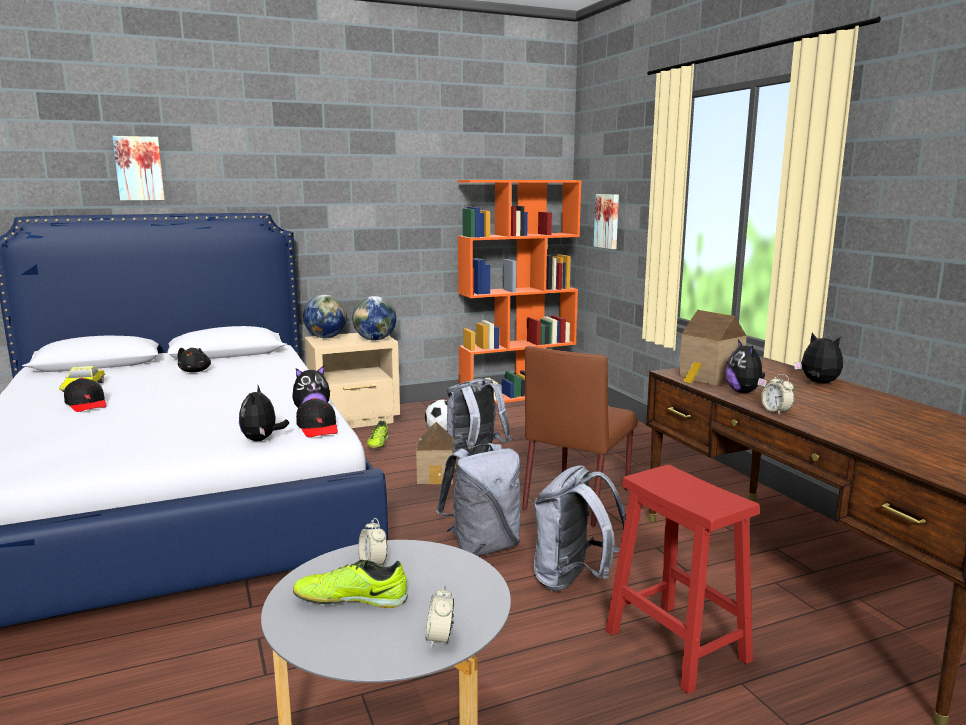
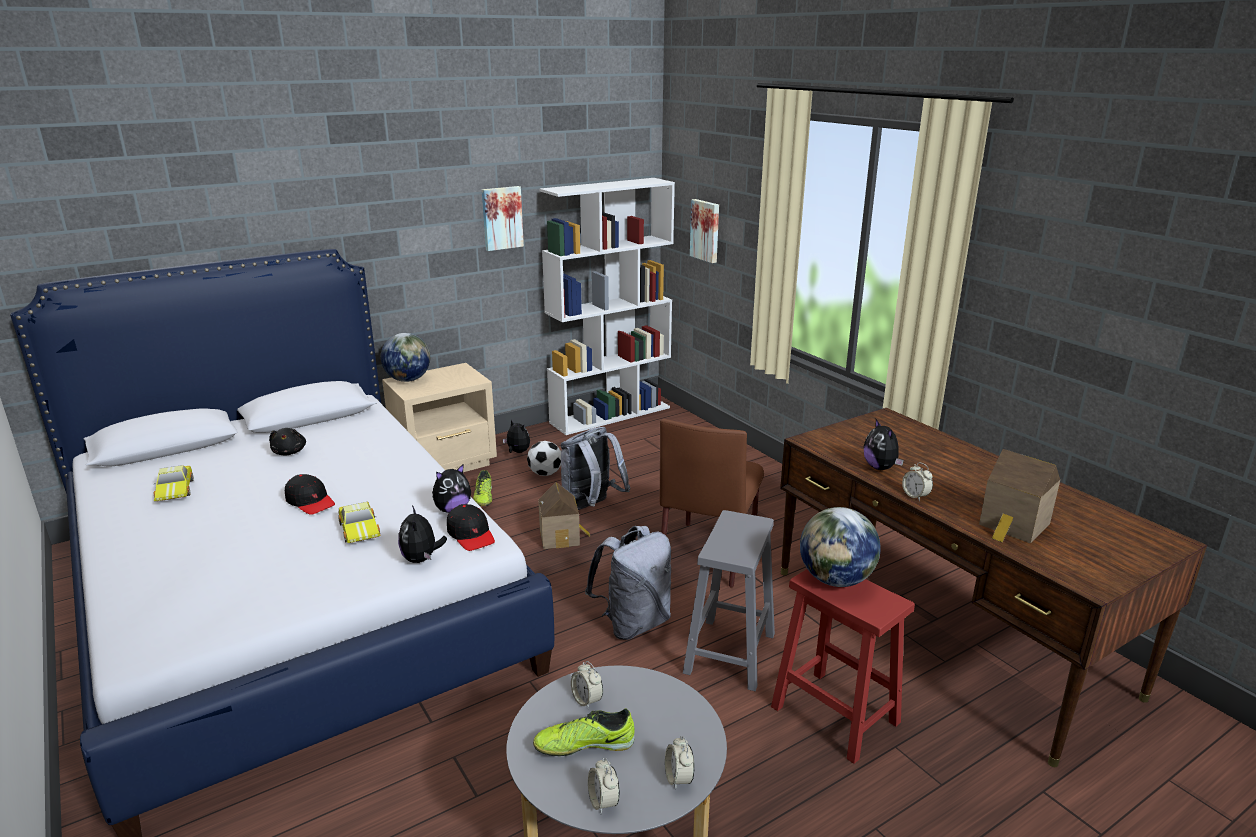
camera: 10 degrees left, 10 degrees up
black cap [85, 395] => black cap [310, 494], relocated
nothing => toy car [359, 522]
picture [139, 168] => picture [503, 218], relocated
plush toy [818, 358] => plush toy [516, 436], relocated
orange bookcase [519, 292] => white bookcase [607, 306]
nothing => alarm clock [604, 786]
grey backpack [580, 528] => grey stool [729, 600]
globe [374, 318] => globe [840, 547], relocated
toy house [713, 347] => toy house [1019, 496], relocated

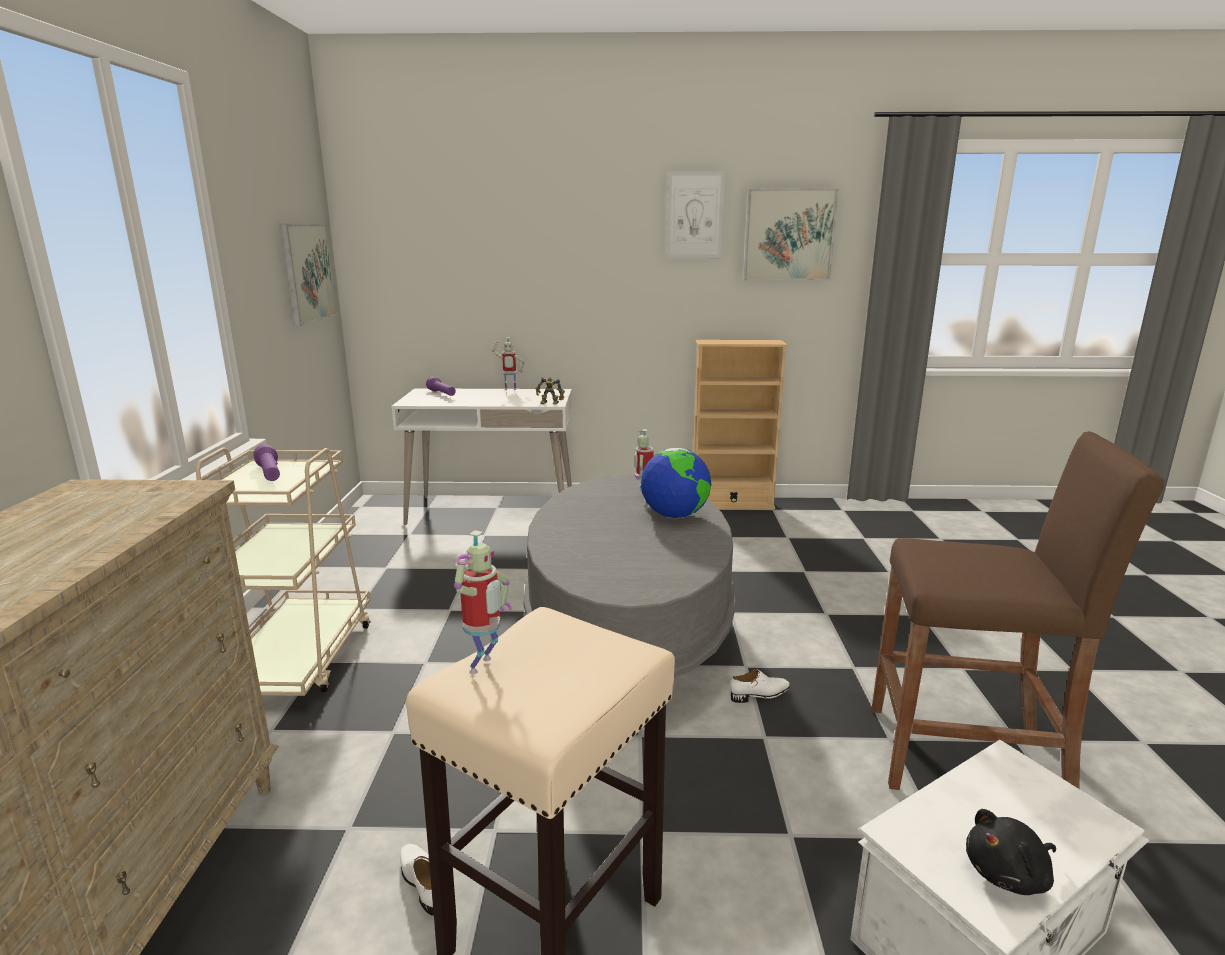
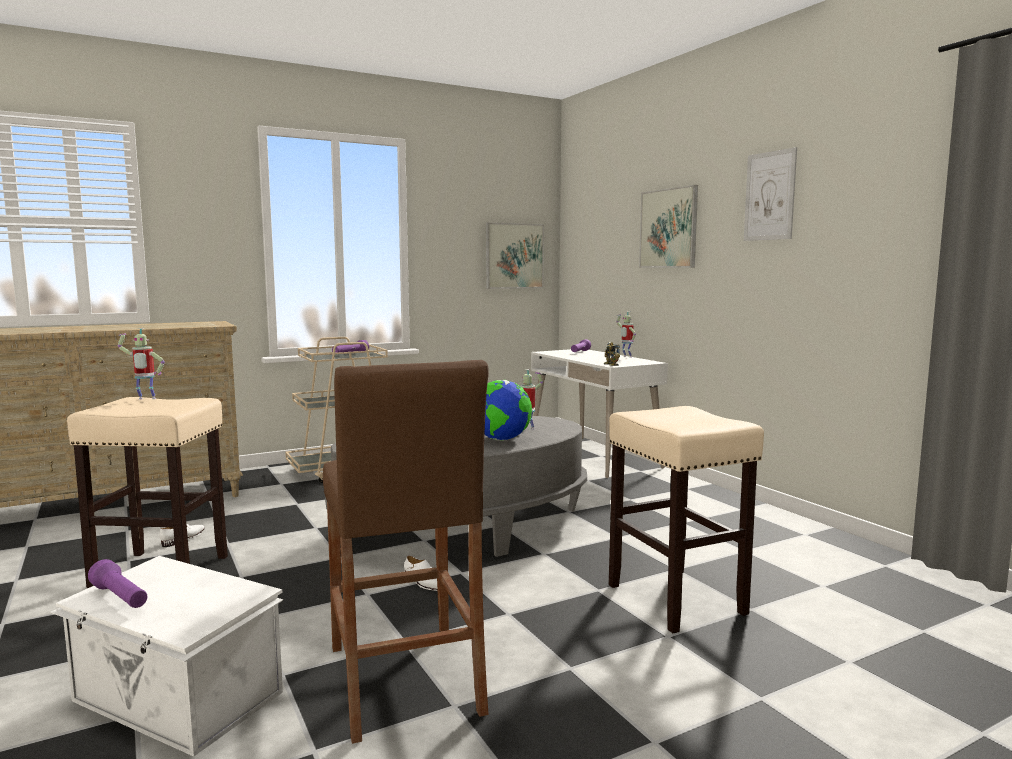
camera: 60 degrees right, 10 degrees down
black plush toy [1011, 852] => purple flashlight [117, 583]
nothing => beige stool [686, 519]
picture [791, 234] => picture [668, 226], relocated
beige bookcase [740, 425] => nothing

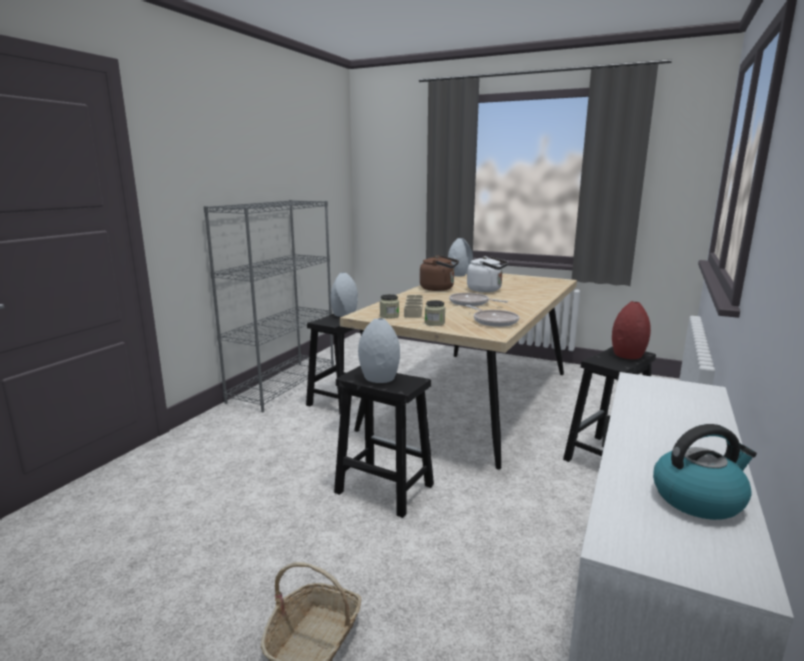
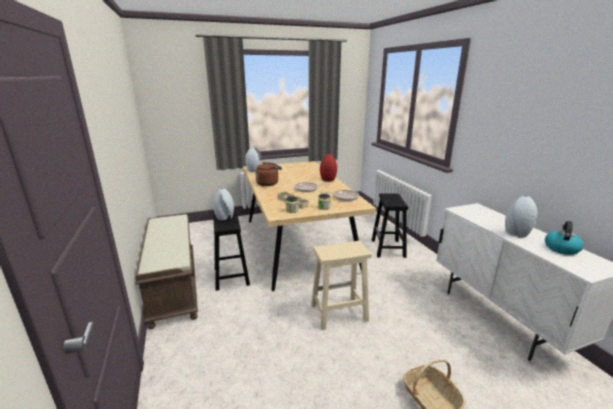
camera: 45 degrees left, 5 degrees up
grey bookcase [269, 306] => brown bench [166, 271]
black stool [384, 442] => beige stool [341, 285]
red vase [631, 330] => red vase [328, 167], relocated
grey vase [379, 350] => grey vase [521, 216], relocated
white kettle [487, 274] => nothing

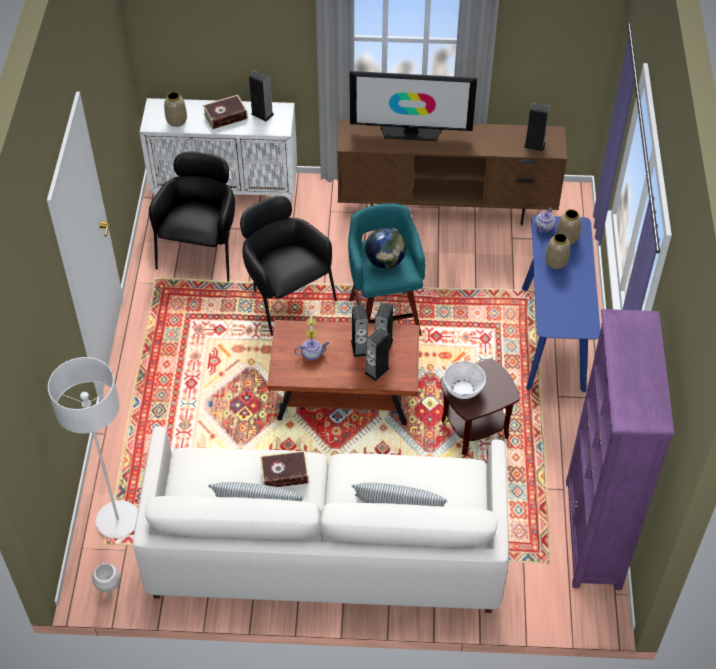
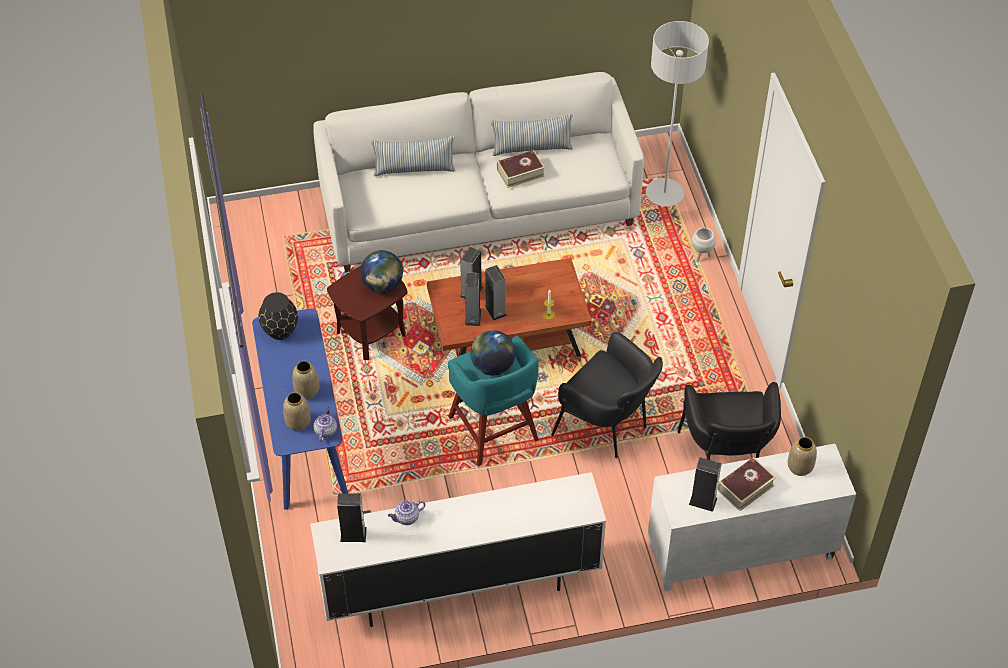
camera: 165 degrees right, 0 degrees up
nothing => black vase [278, 316]
brown tv stand [452, 172] => white tv stand [458, 549]
white bowl [464, 380] => globe [381, 271]
teapot [312, 349] => teapot [406, 512], relocated
white planter [106, 581] => white planter [704, 244], relocated
television [413, 106] => nothing
purple bookcase [620, 449] => nothing

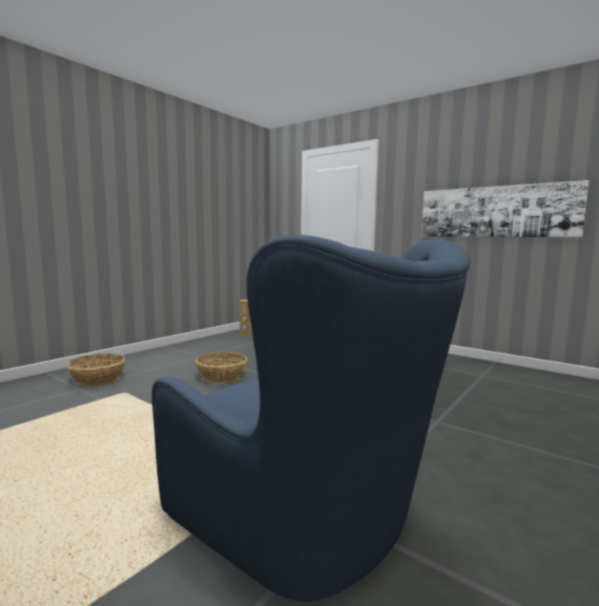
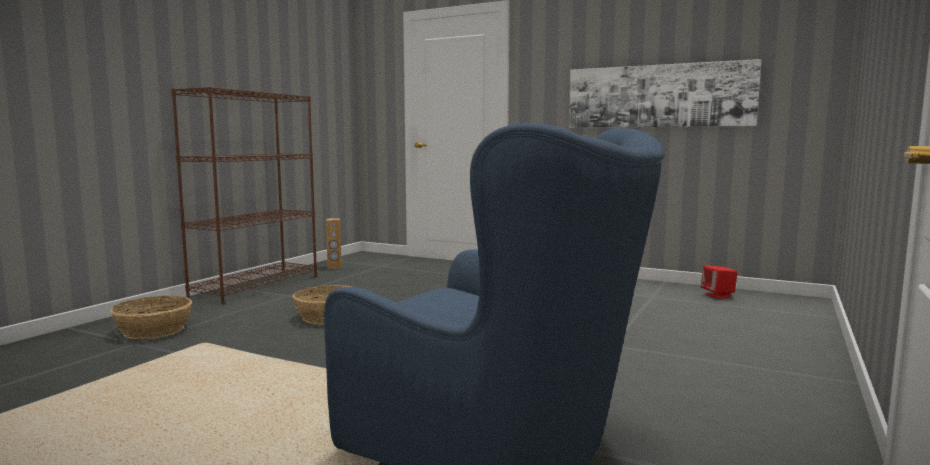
camera: 10 degrees left, 0 degrees up
nothing => brown bookcase [244, 195]
nothing => red speaker [719, 282]

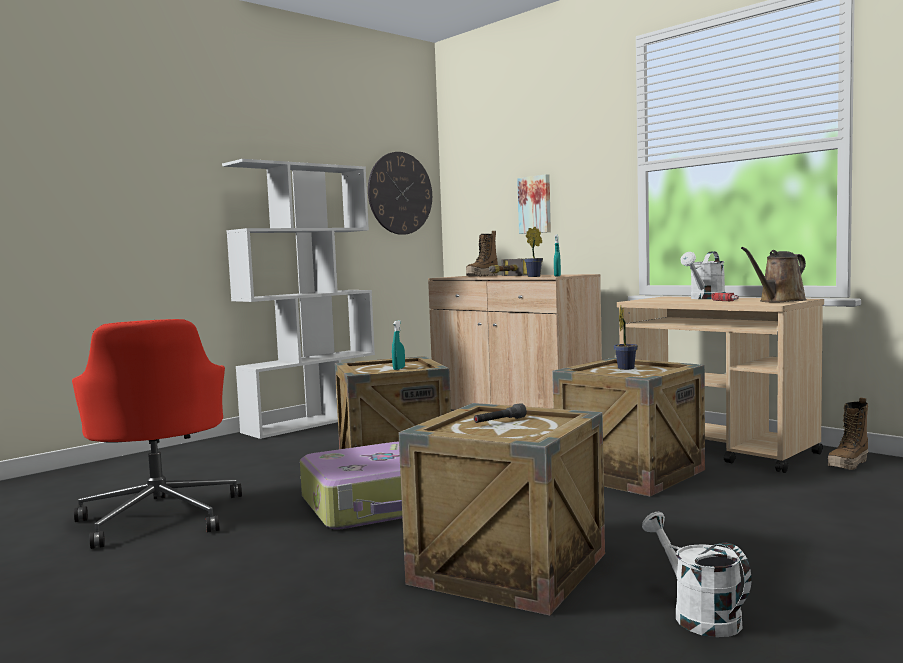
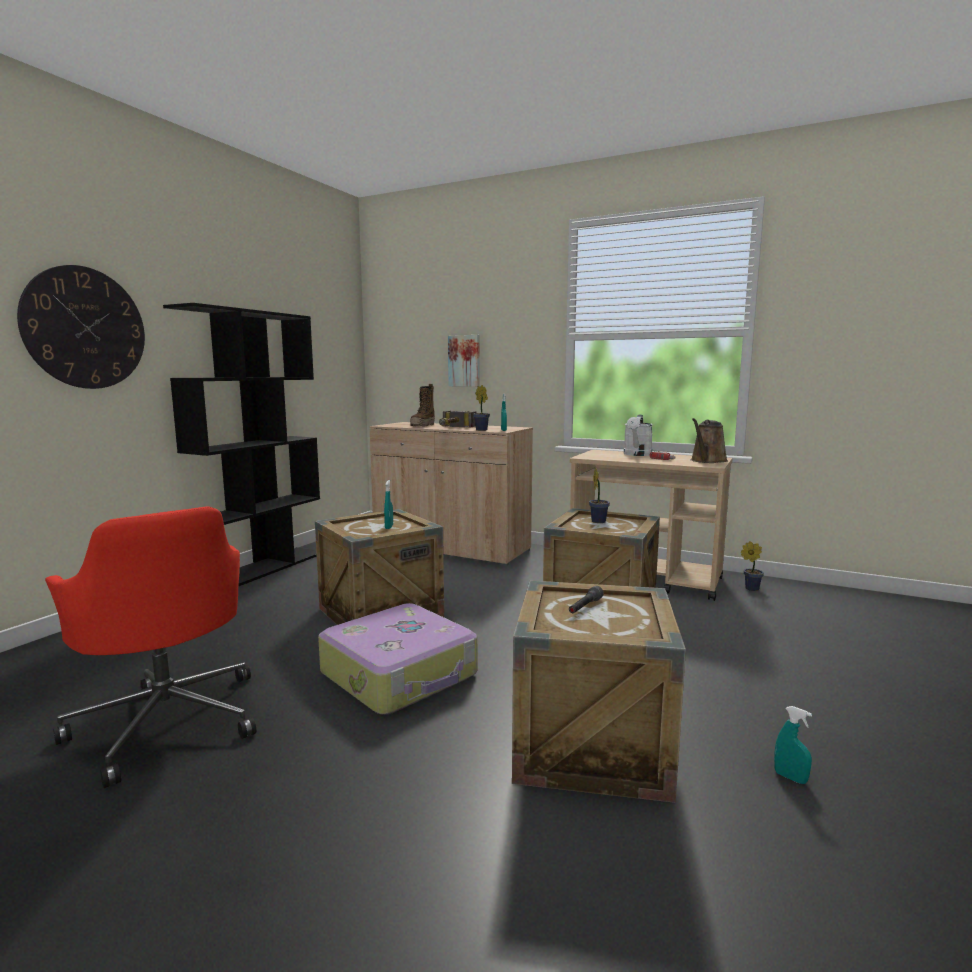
camera: 20 degrees left, 5 degrees up
wall clock [400, 193] => wall clock [81, 327], relocated
white bookcase [298, 299] => black bookcase [241, 445]
boot [848, 433] => potted plant [752, 566]
white watering can [696, 574] => turquoise spray bottle [793, 745]

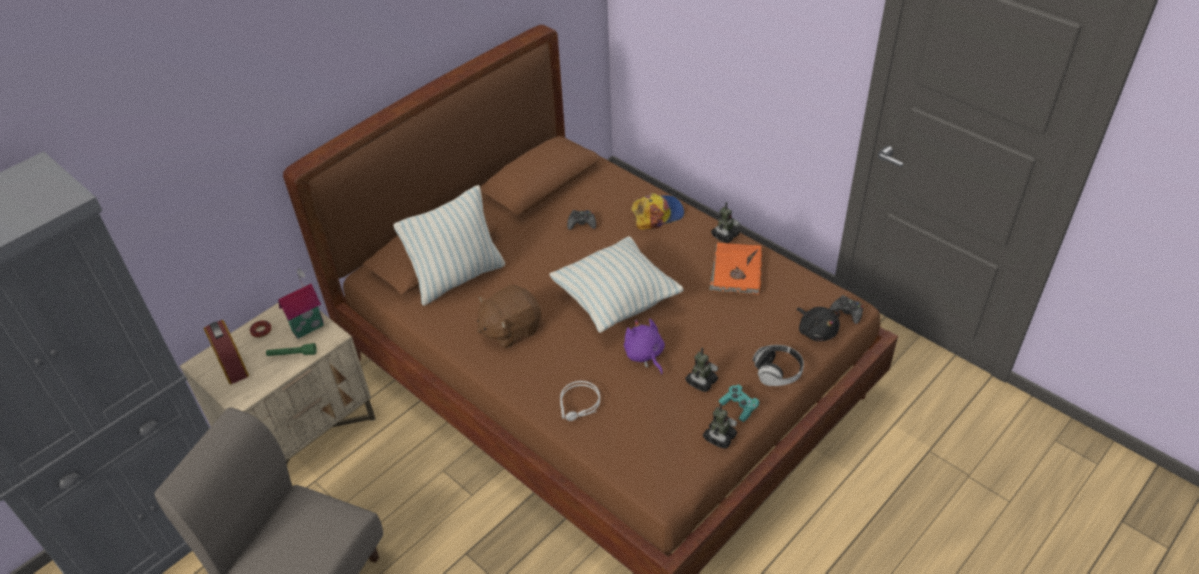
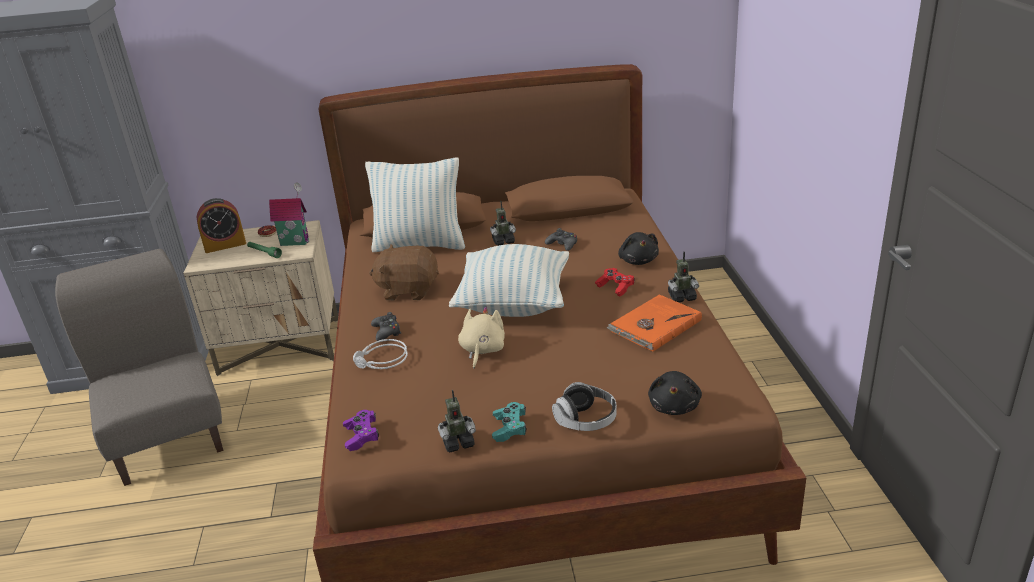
camera: 40 degrees right, 15 degrees down
alarm clock [226, 352] => alarm clock [221, 225], 120 degrees counterclockwise
nothing => purple game controller [361, 430]
black game controller [846, 309] => black game controller [386, 326], relocated
purple plush toy [644, 346] => beige plush toy [481, 337]
toy robot [701, 370] => toy robot [503, 223], relocated
nothing => red game controller [615, 282]
cap [657, 211] => black plush toy [638, 248]

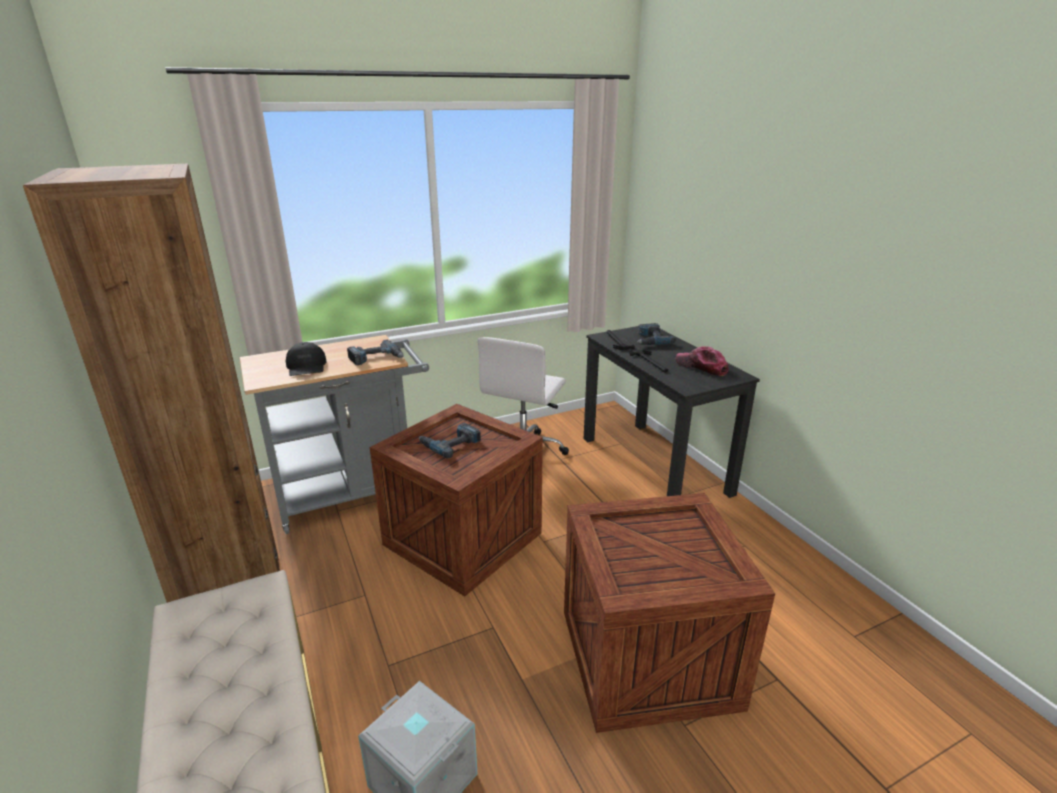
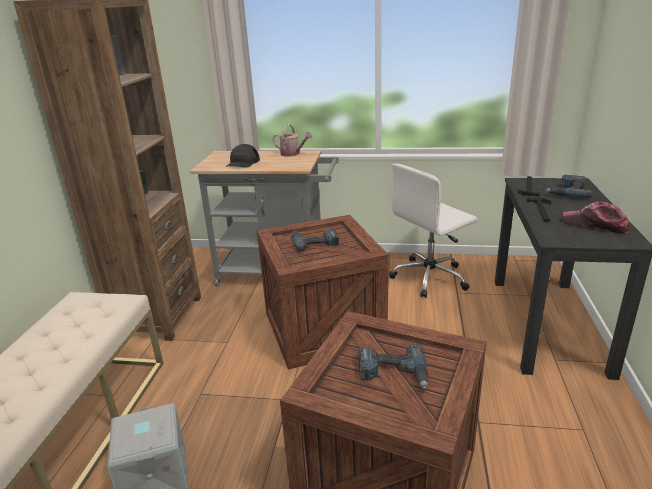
camera: 35 degrees right, 0 degrees up
nothing => watering can [293, 140]
power drill [375, 352] => power drill [393, 366], relocated
cap [702, 361] => cap [597, 217], 45 degrees counterclockwise

